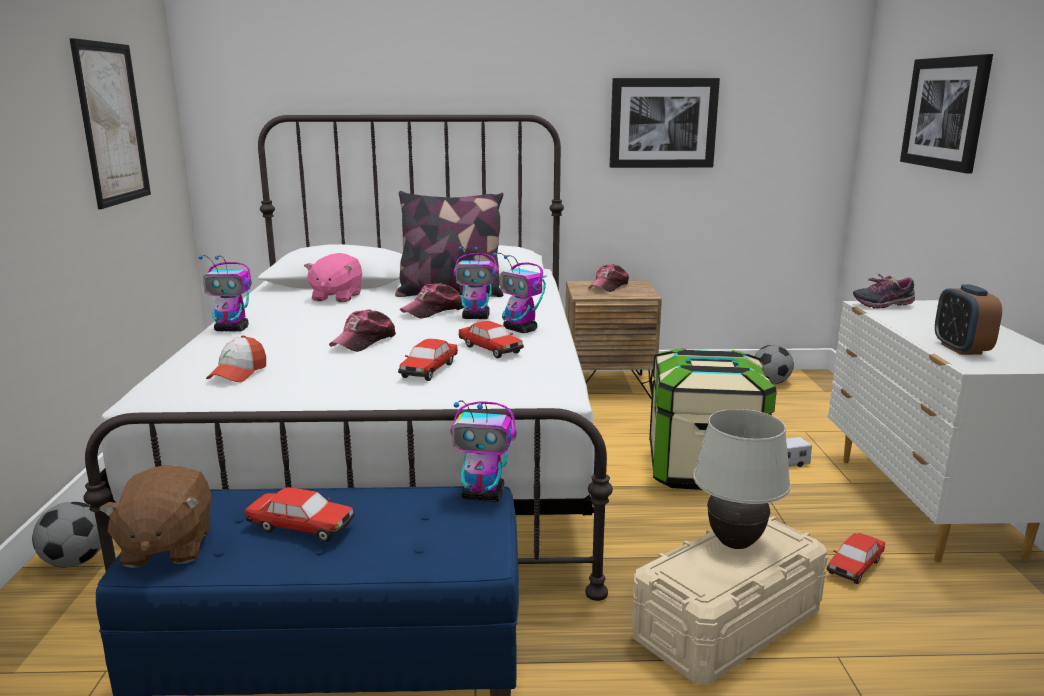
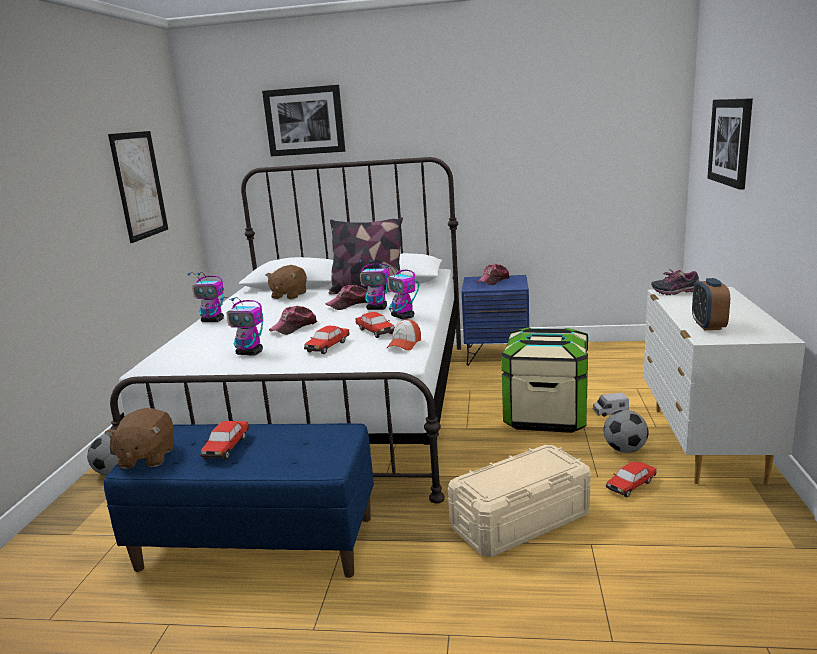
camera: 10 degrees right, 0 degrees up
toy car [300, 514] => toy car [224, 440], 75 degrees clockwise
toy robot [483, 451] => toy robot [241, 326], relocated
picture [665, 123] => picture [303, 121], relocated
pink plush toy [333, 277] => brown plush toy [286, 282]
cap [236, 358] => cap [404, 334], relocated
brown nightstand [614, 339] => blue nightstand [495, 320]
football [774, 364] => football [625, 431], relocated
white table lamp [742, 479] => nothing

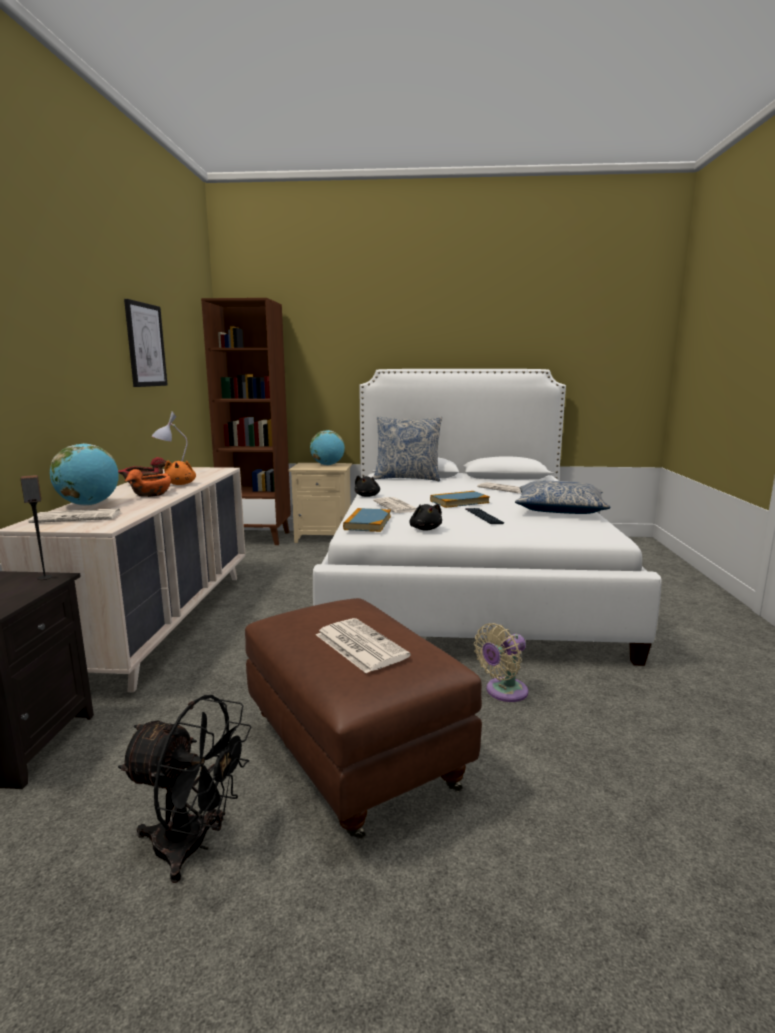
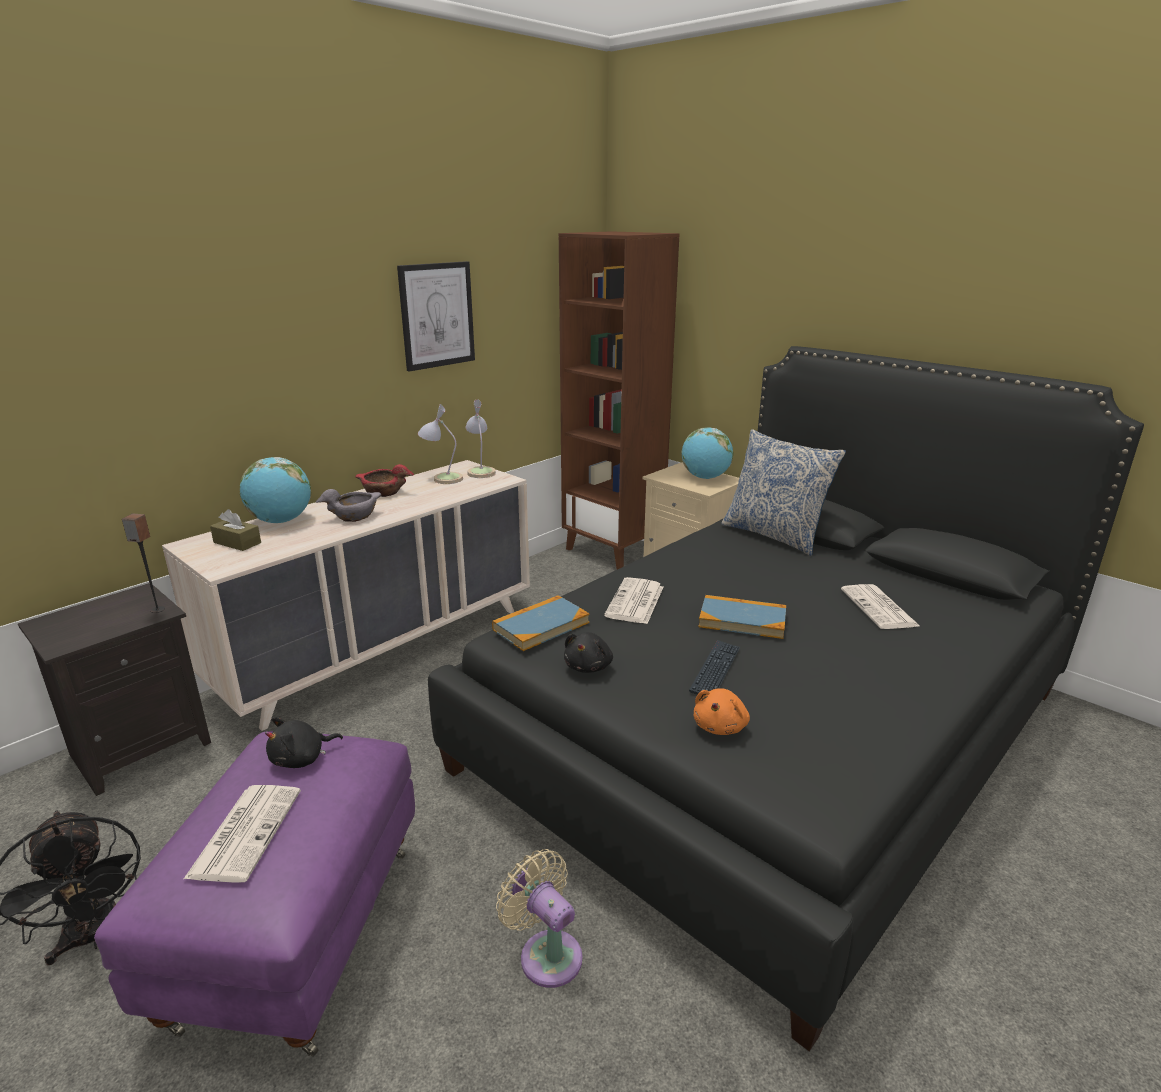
camera: 40 degrees right, 10 degrees up
brown ottoman [363, 719] => purple ottoman [254, 893]
newspaper [74, 516] => brown tissue box [235, 530]
black plush toy [367, 486] => black plush toy [304, 742], relocated
orange bowl [148, 483] => grey bowl [348, 505]
white bed [487, 517] => black bed [786, 698]
nothing => table lamp [481, 438]
beige fan [501, 662] => beige fan [539, 918], 45 degrees clockwise
orange plush toy [180, 472] => orange plush toy [721, 711], relocated
pillow [563, 497] => nothing

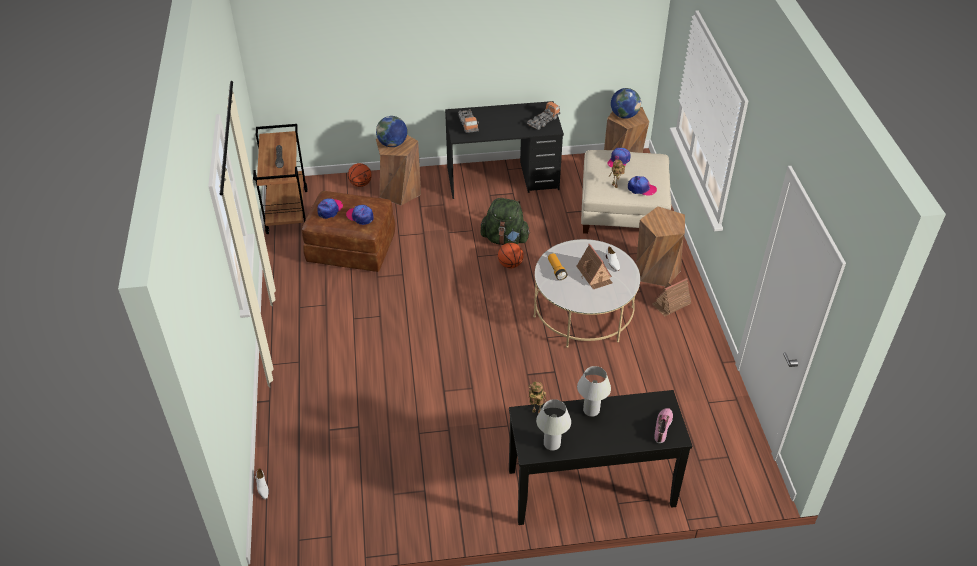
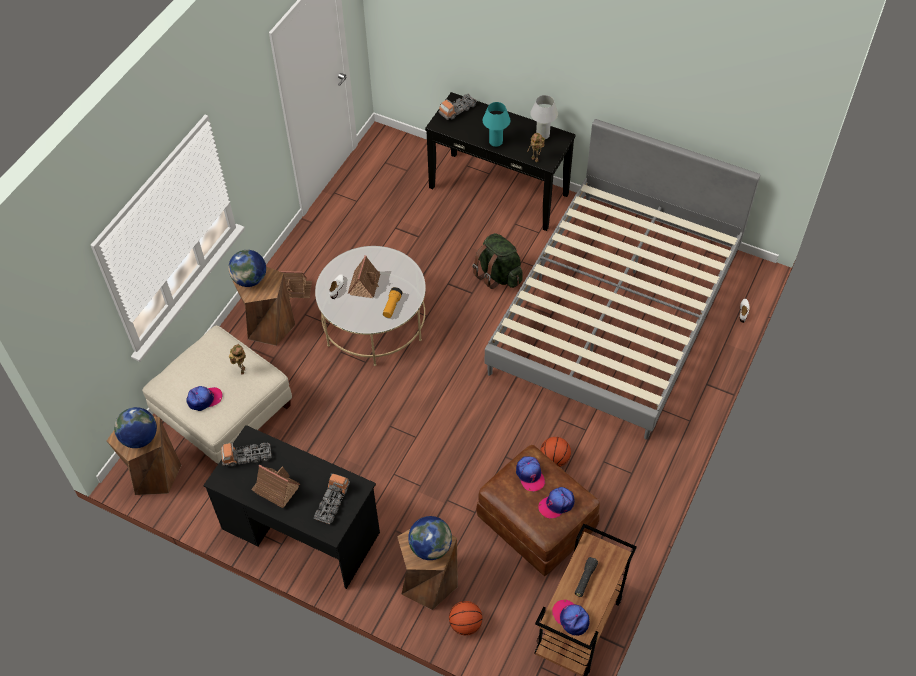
camera: 145 degrees left, 10 degrees up
nothing => globe [247, 268]
nothing => toy house [275, 486]
shoe [663, 425] => toy truck [458, 107]
green backpack [505, 221] => green backpack [497, 261], relocated
white table lamp [594, 391] => turquoise table lamp [496, 124]
nothing => grey bed [623, 279]
basketball [511, 255] => basketball [555, 452], relocated
cap [642, 185] => cap [570, 618], relocated

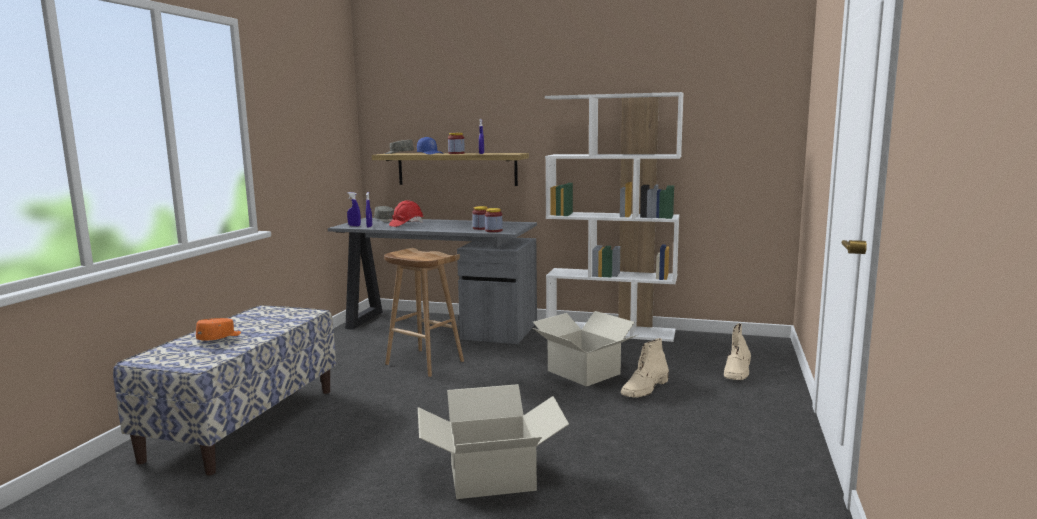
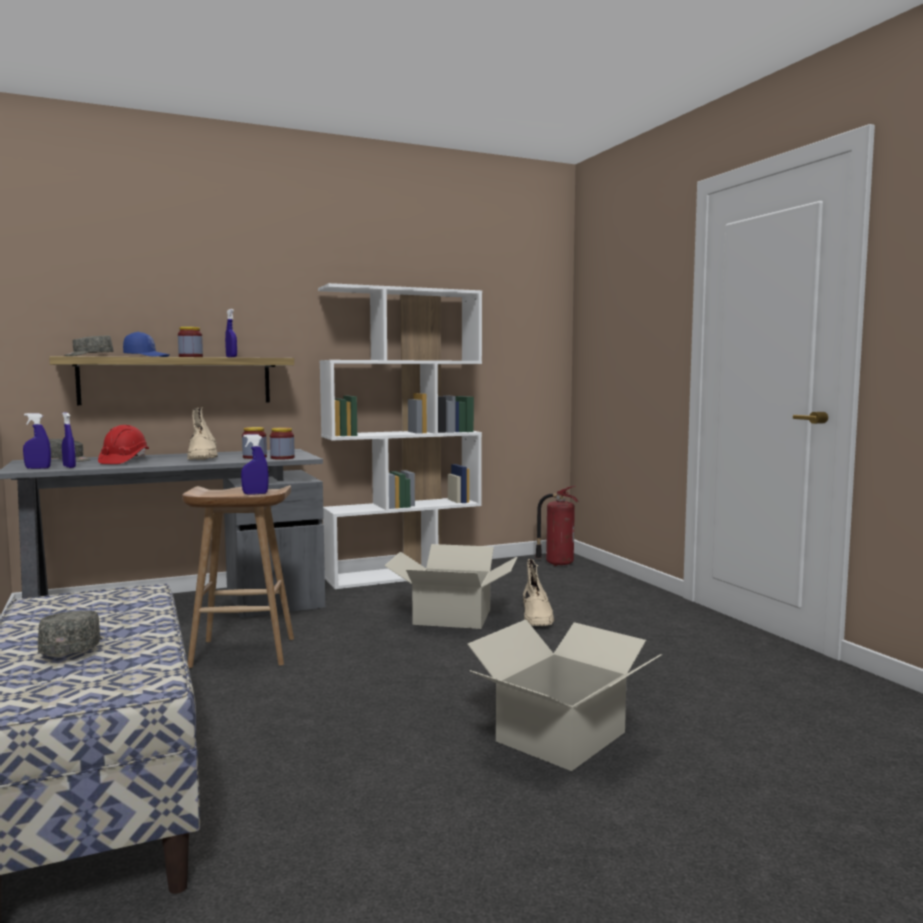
camera: 40 degrees left, 5 degrees down
orange cap [218, 329] => grey cap [70, 632]
beige boot [737, 351] => beige boot [202, 433], relocated
nothing => blue spray bottle [255, 464]
nothing => fire extinguisher [556, 526]

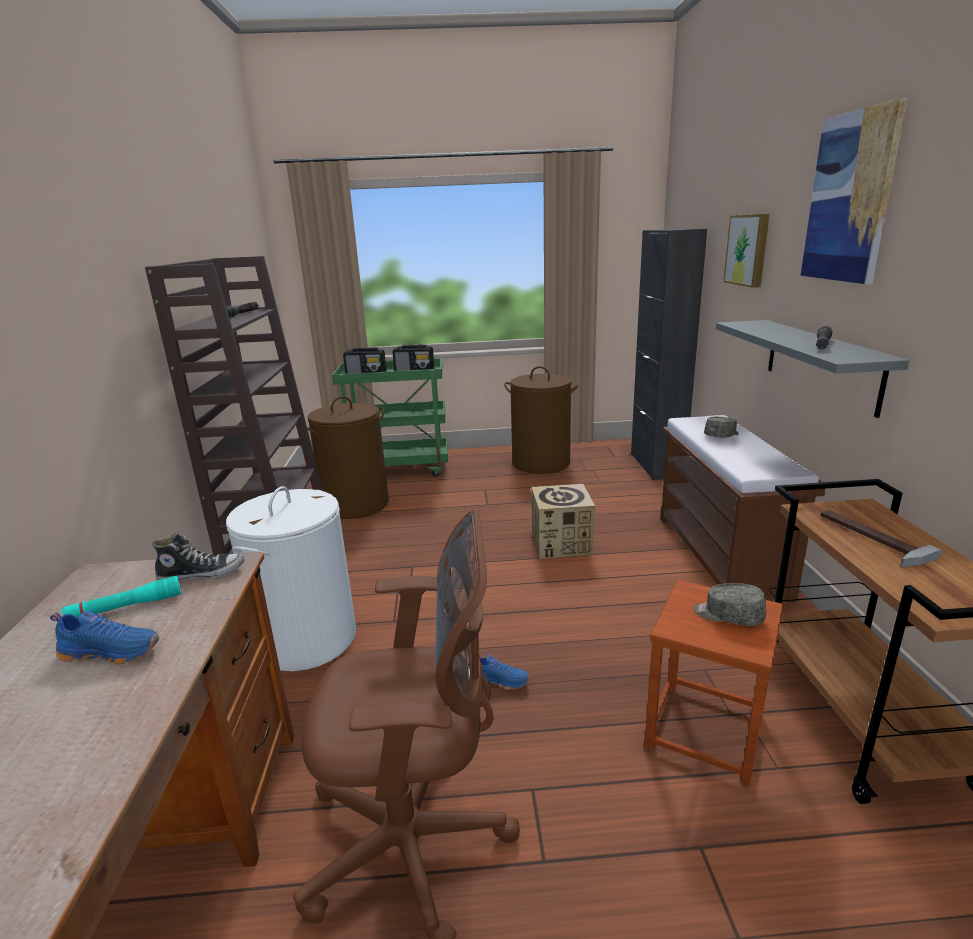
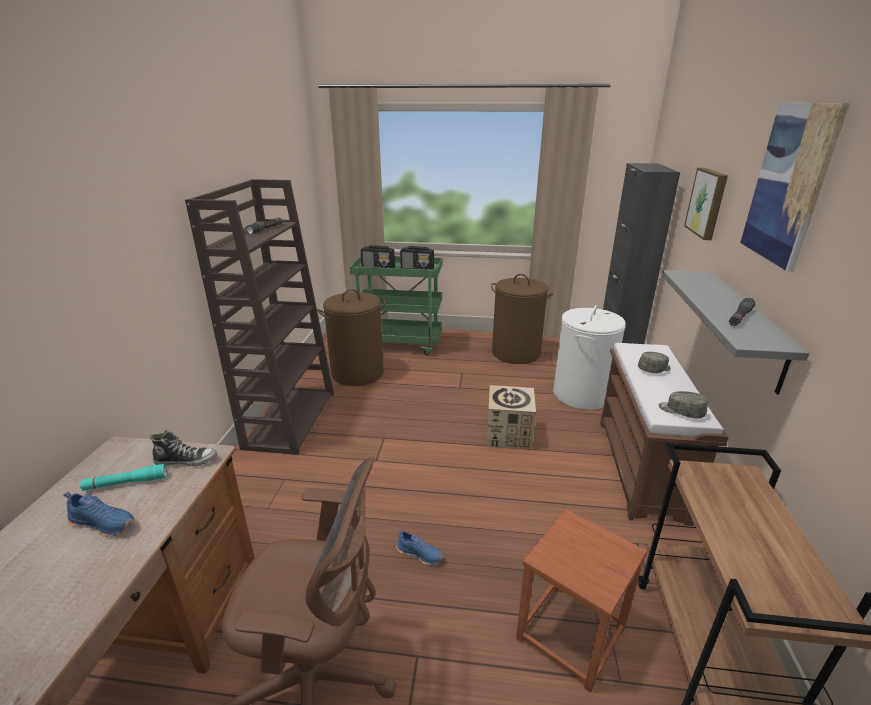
camera: 10 degrees right, 5 degrees up
white laundry basket [291, 578] => white laundry basket [589, 357], relocated
grey cap [729, 604] => grey cap [683, 404], relocated
hammer [881, 539] => nothing

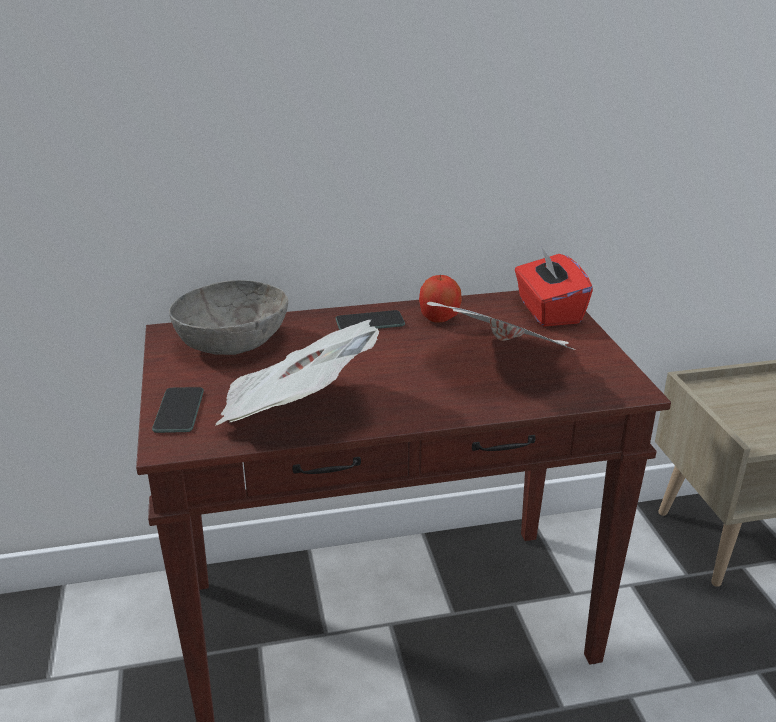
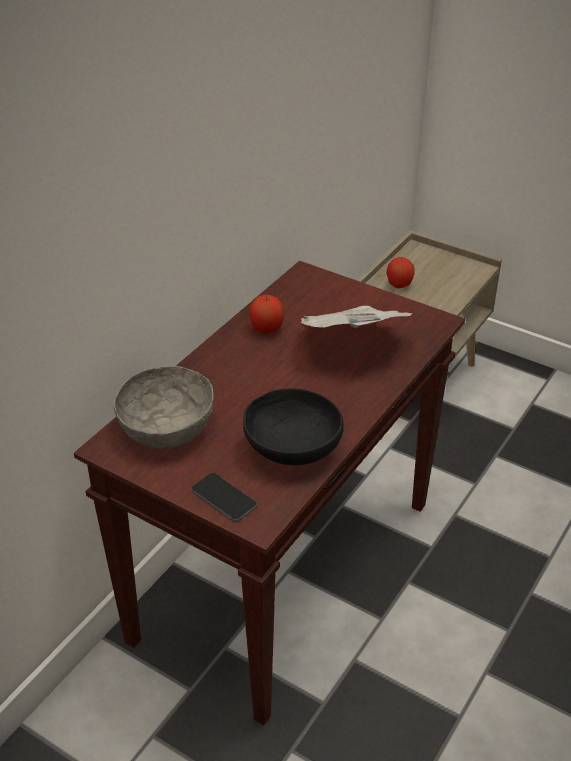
camera: 45 degrees left, 10 degrees up
newspaper [297, 373] => black bowl [293, 426]
nothing => apple [400, 272]
phone [370, 320] => nothing
red tissue box [554, 286] => nothing

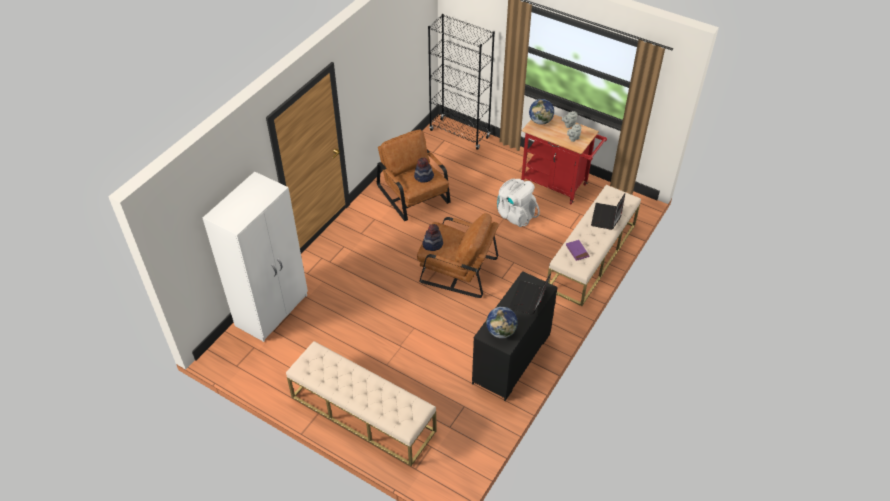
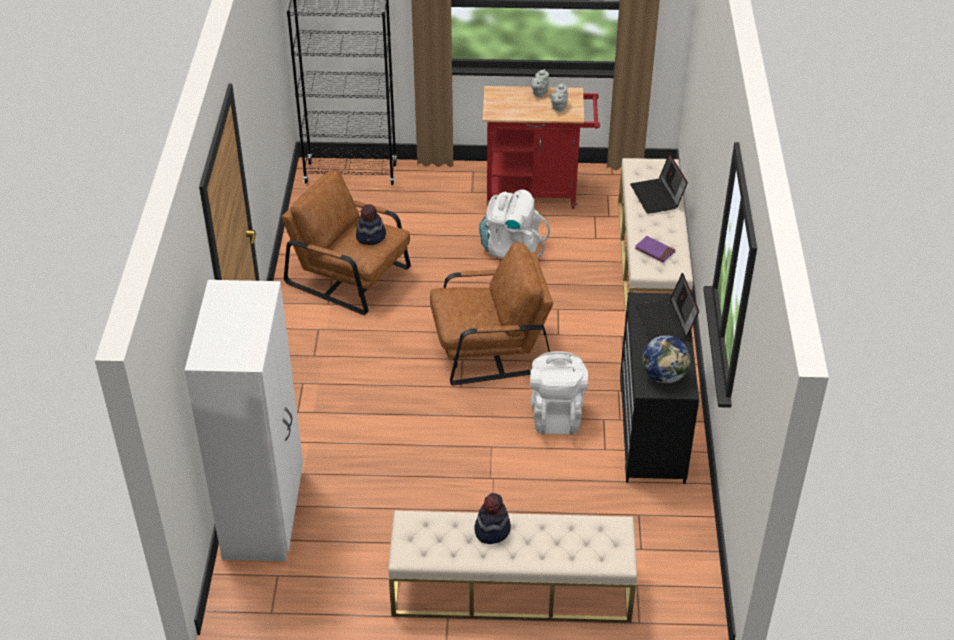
camera: 30 degrees left, 5 degrees down
hat [433, 237] => hat [492, 518], relocated
nothing => white backpack [559, 393]
globe [541, 112] => nothing

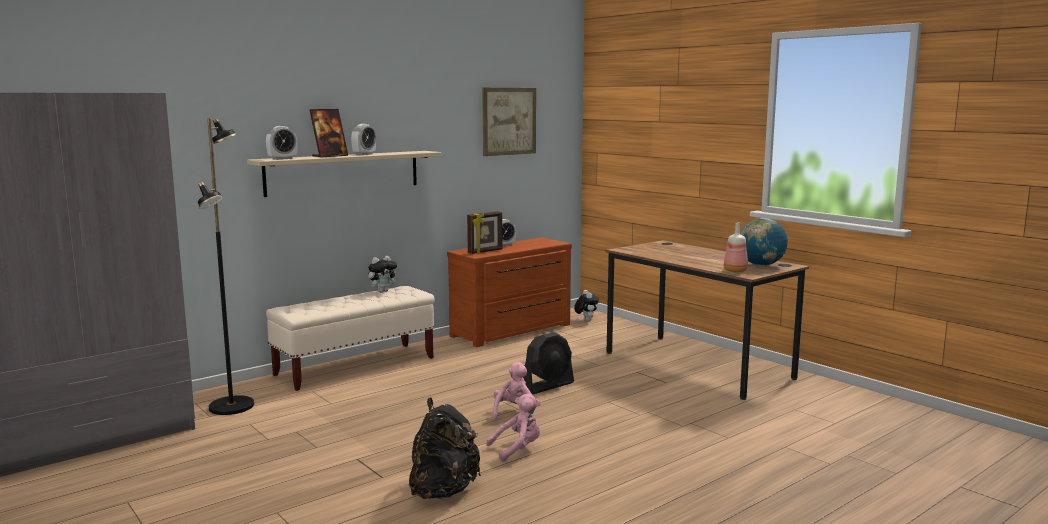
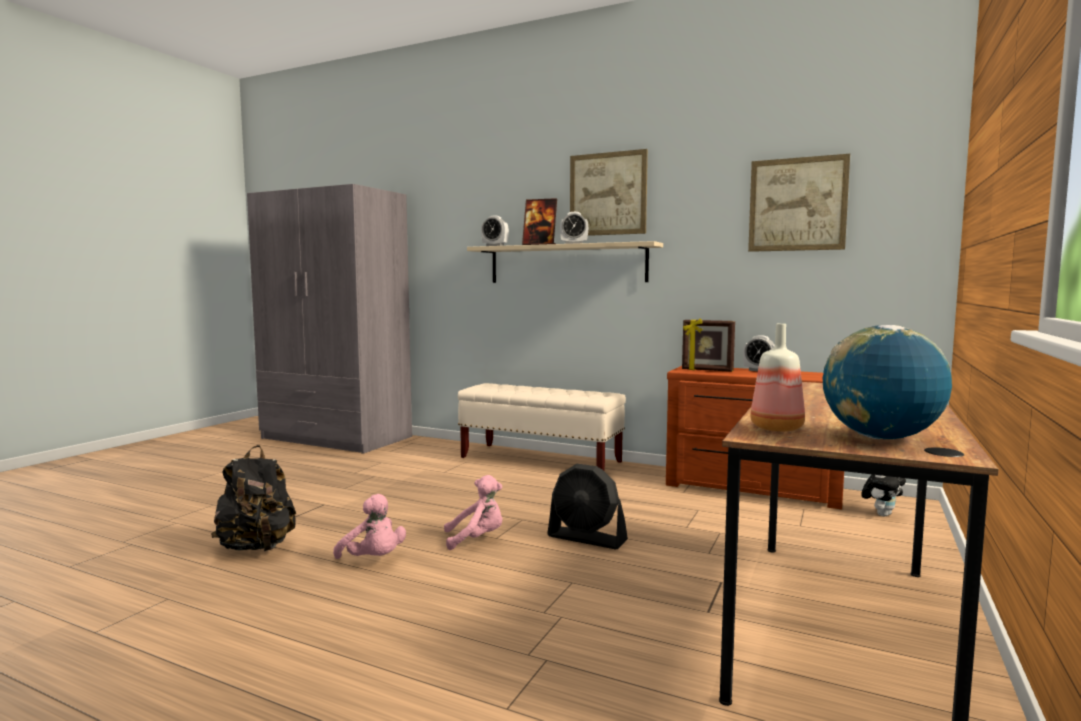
camera: 65 degrees right, 5 degrees down
nothing => picture [609, 192]
black floor lamp [226, 266] => nothing
plush toy [383, 274] => nothing

